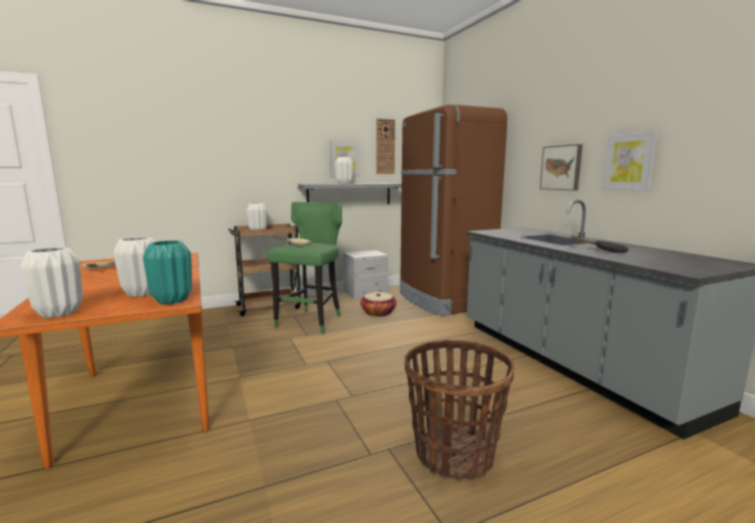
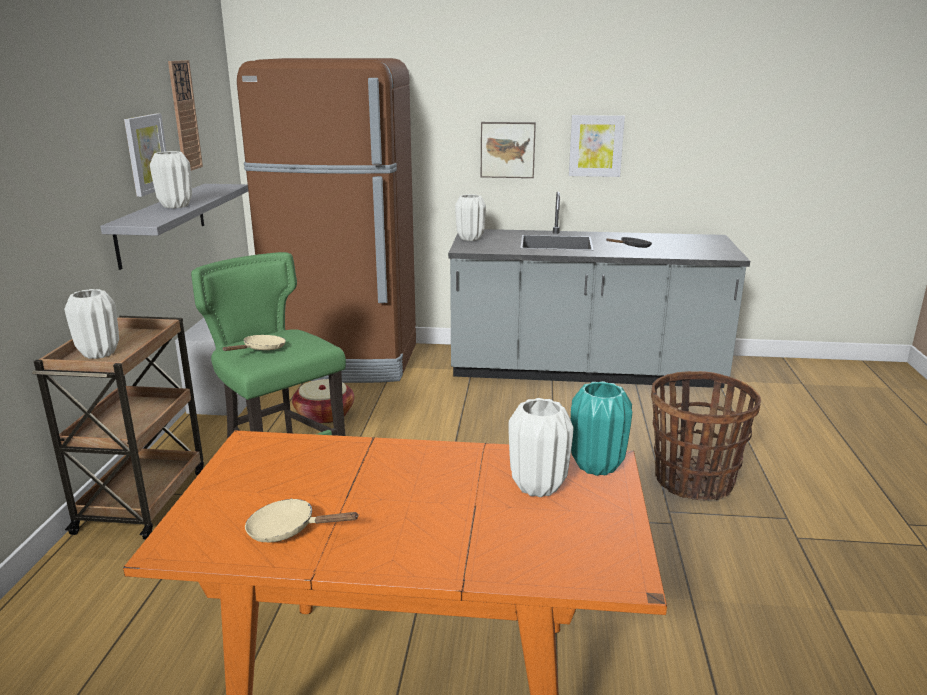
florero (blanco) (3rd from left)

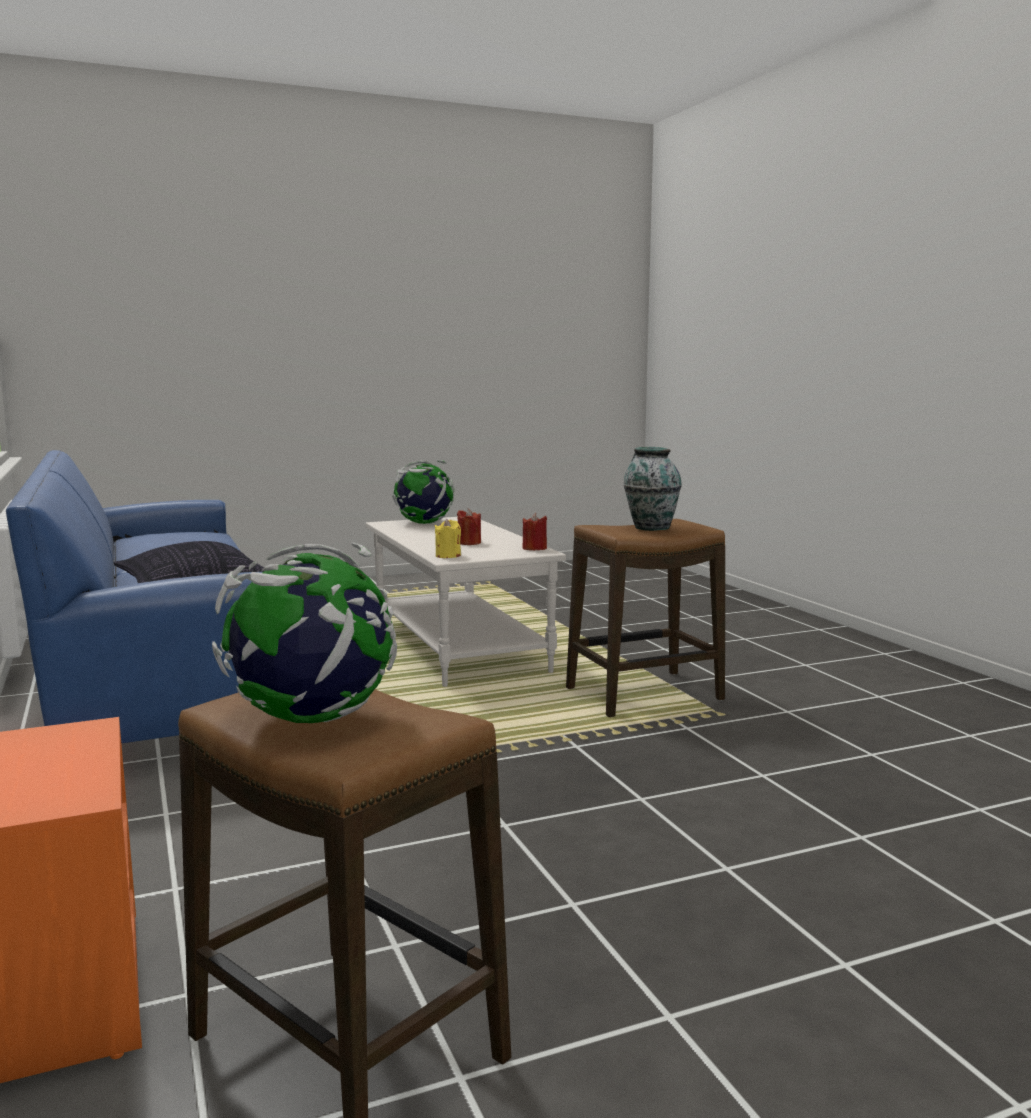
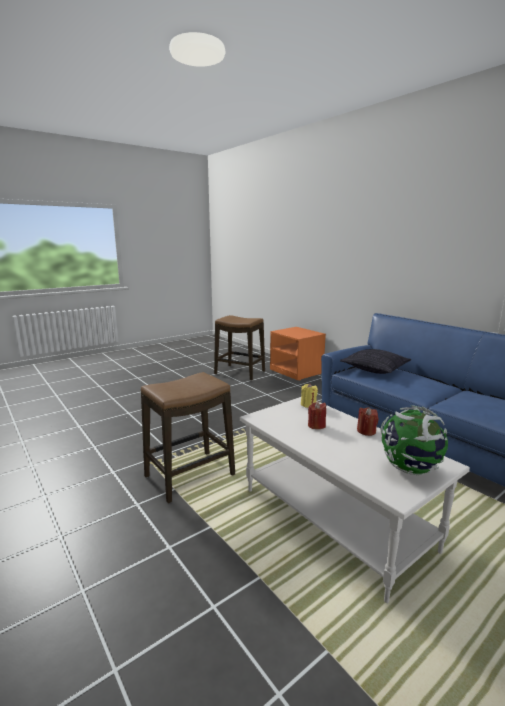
florero
vela (rojo) (2nd from left)
globo terráqueo (1st from left in the first image)

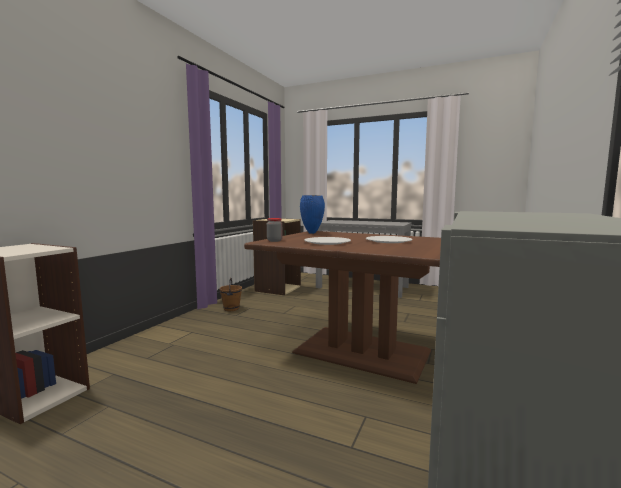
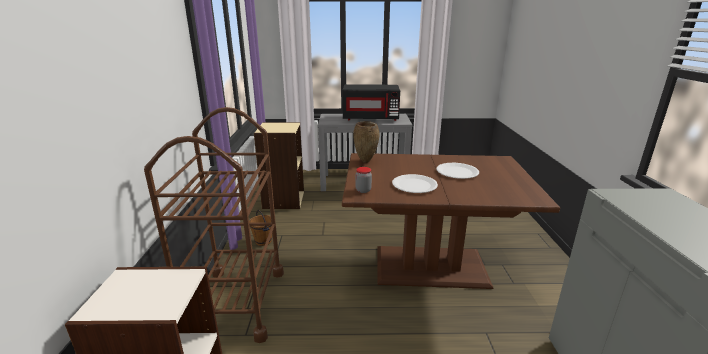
florero (marrón)
microondas (negro)
carrito (marrón)

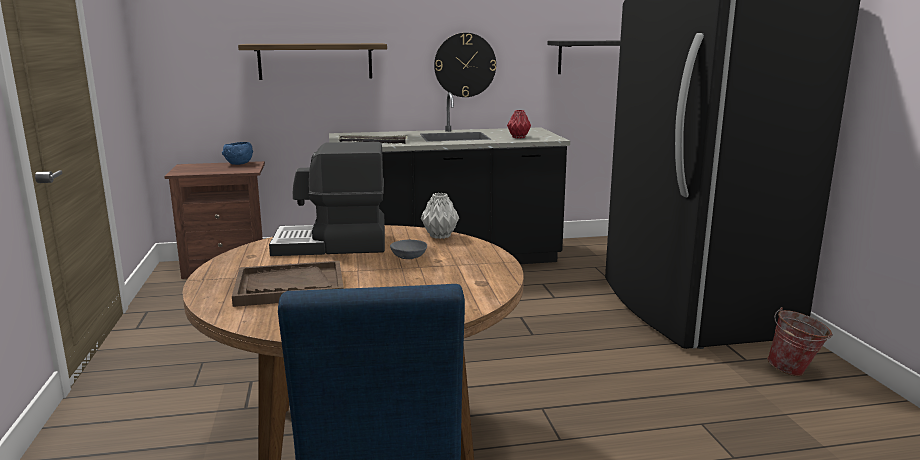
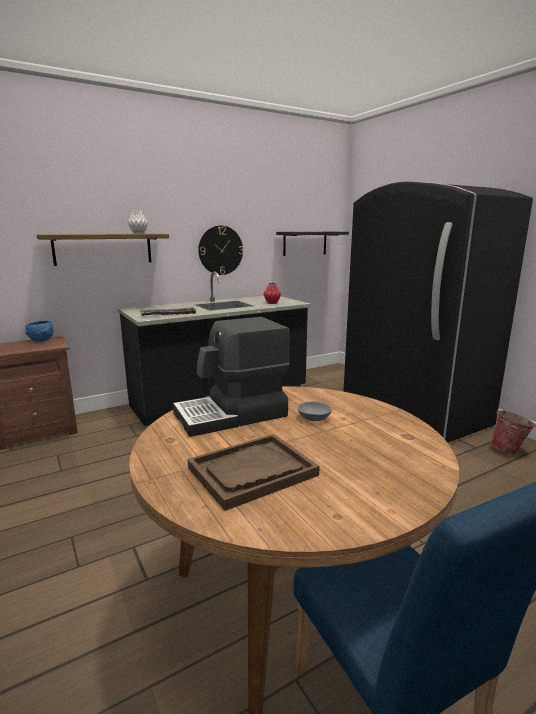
florero (gris)

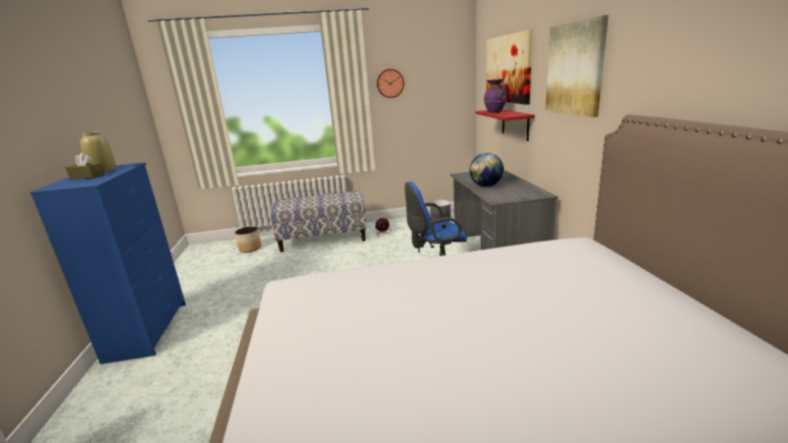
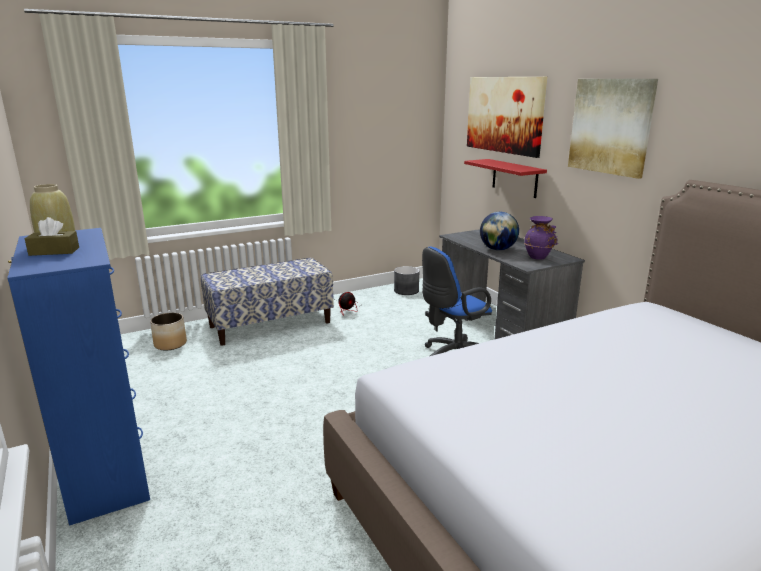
reloj de pared
florero (morado)

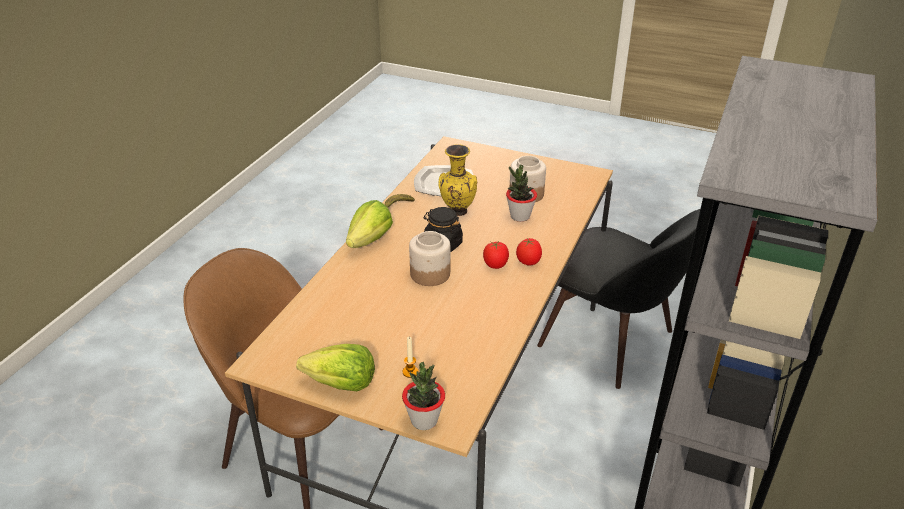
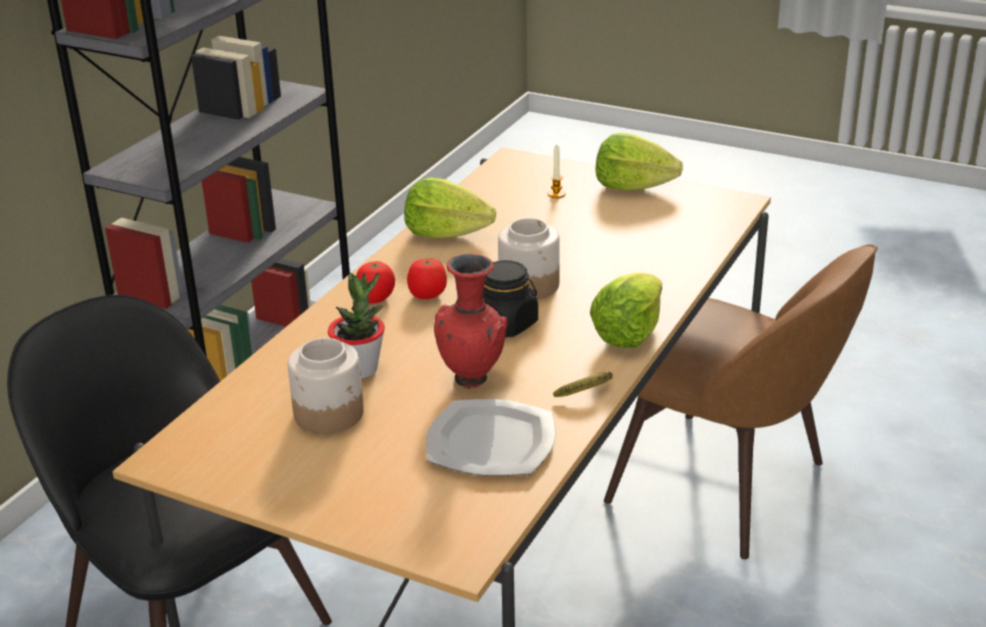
florero (rojo)
planta en maceta (1st from left in the first image)
lechuga (1st from left)

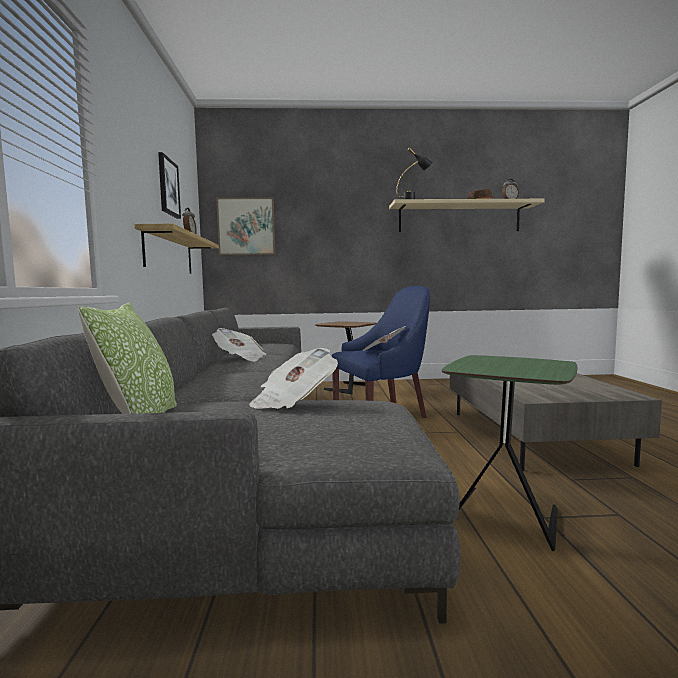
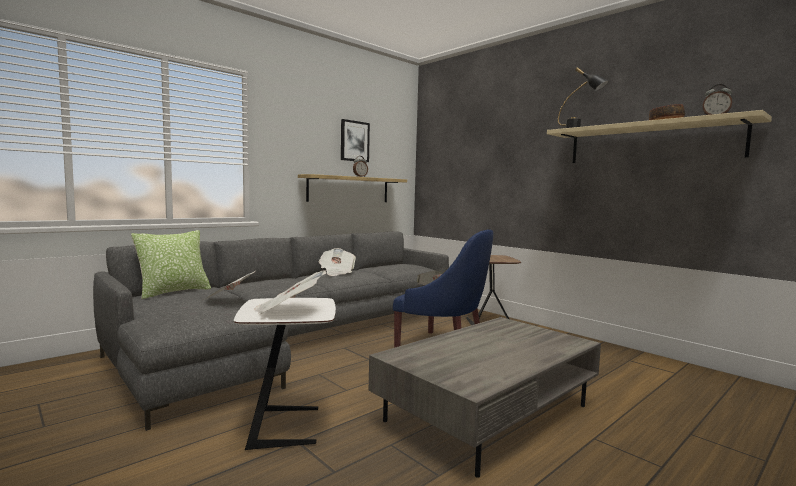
cuadro (2nd from left in the first image)
mesa auxiliar (blanco)
periódico (2nd from left)

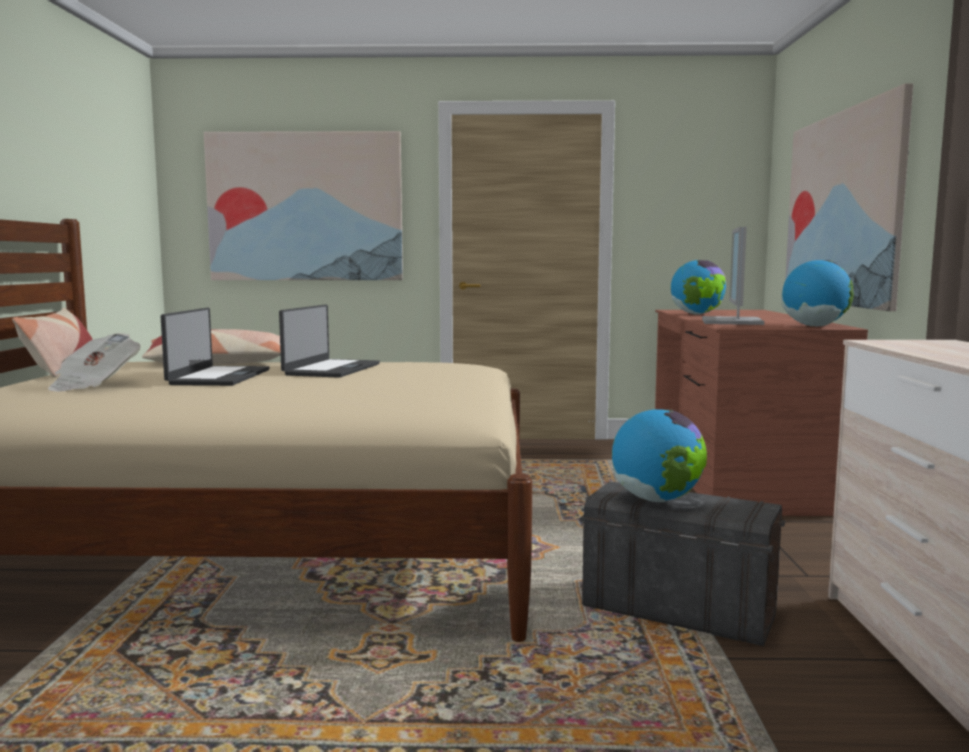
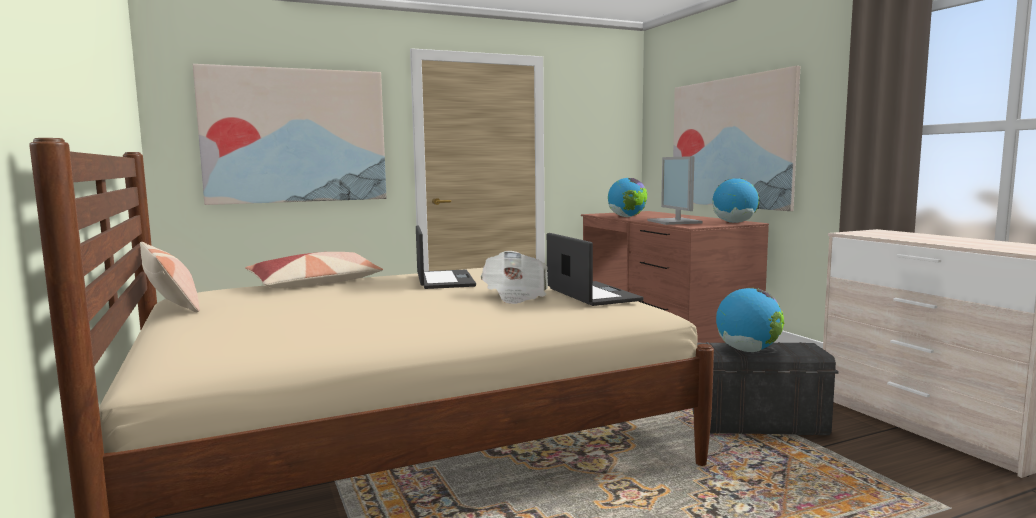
portátil (2nd from left)
periódico

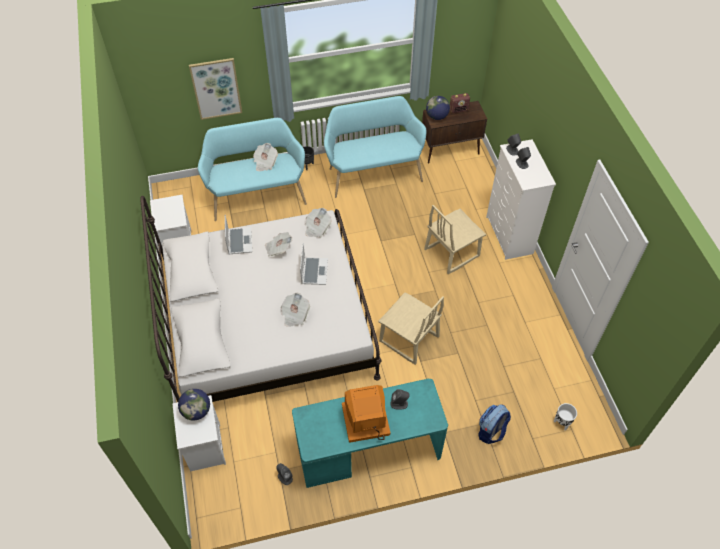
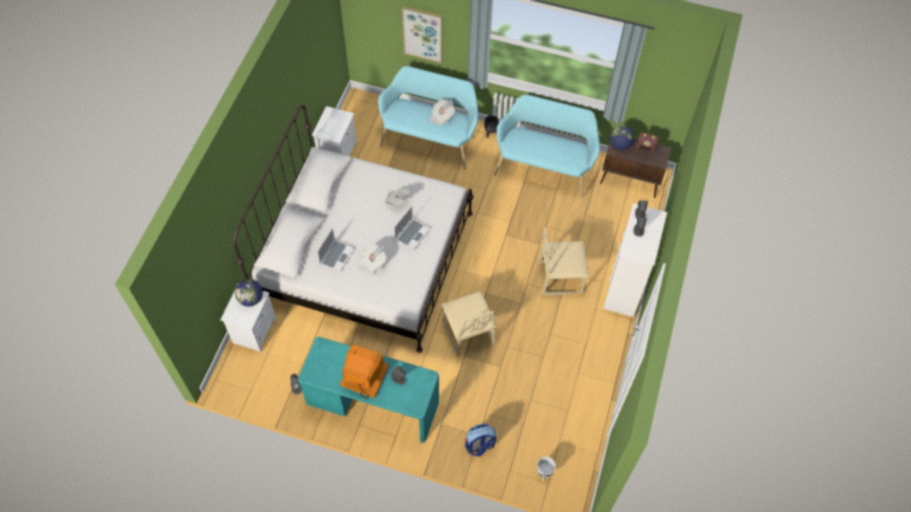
periódico (4th from left in the first image)
portátil (1st from left)

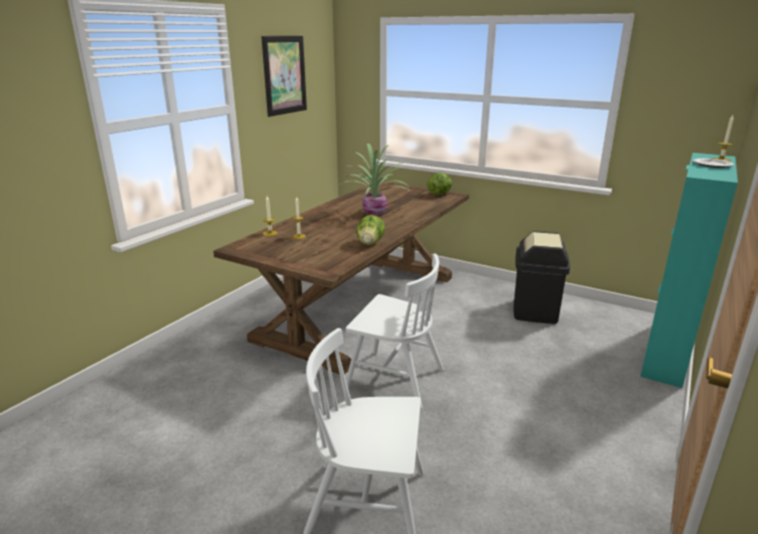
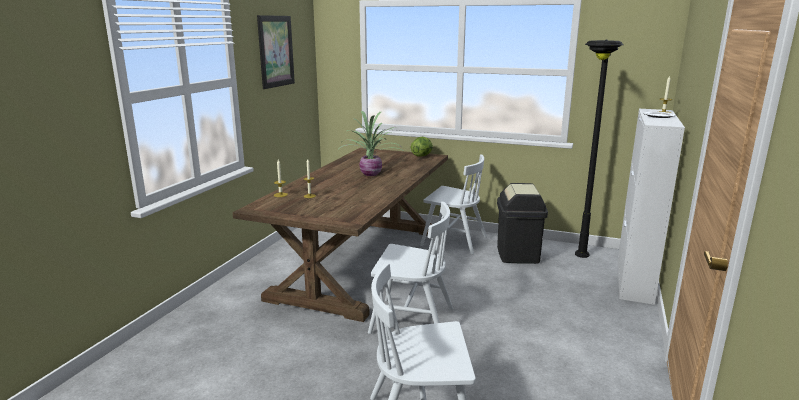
armario (blanco)
lechuga (1st from left in the first image)
lámpara de pie (negro)
silla (blanco) (3rd from left)

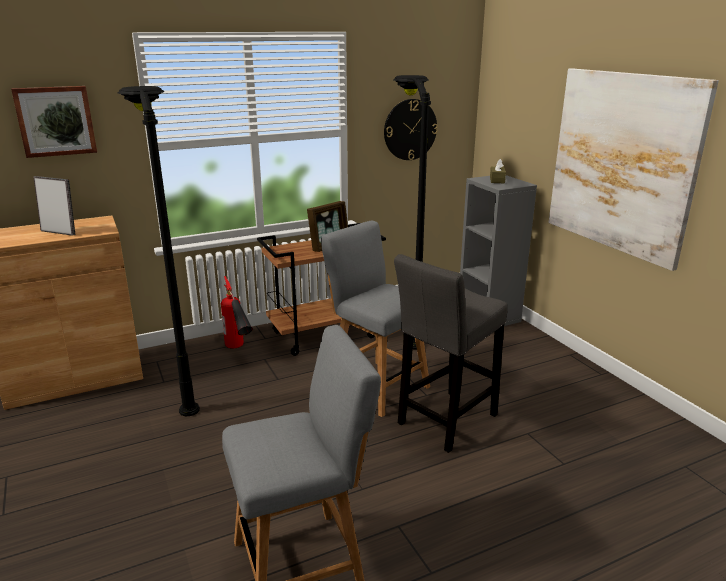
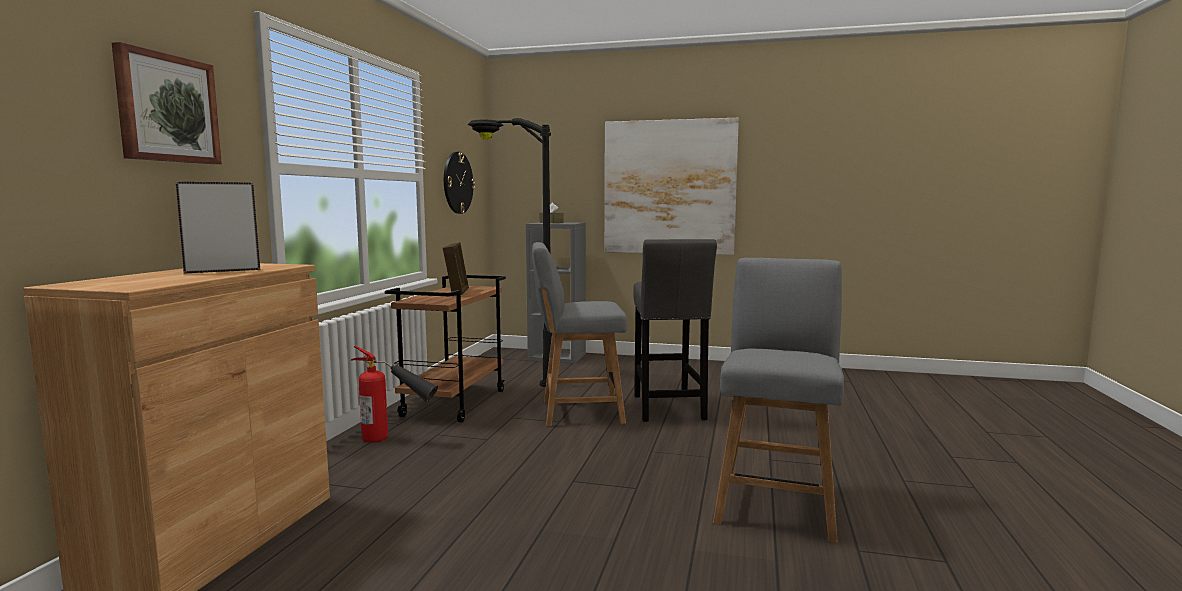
lámpara de pie (negro) (1st from left in the first image)

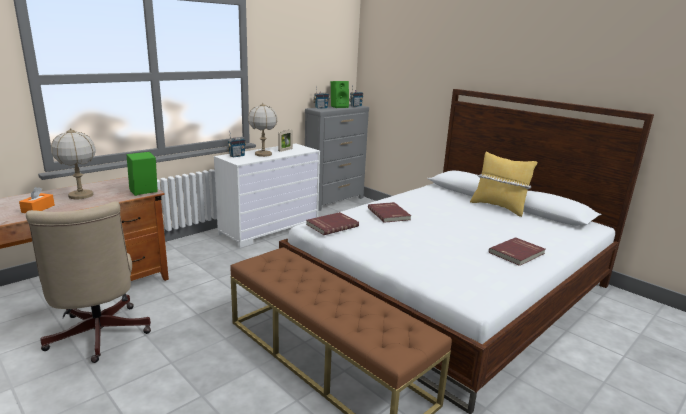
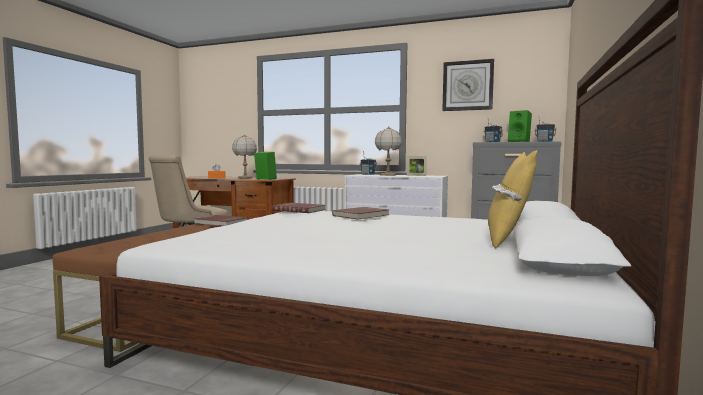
libro (rojo) (1st from left)
reloj de pared

